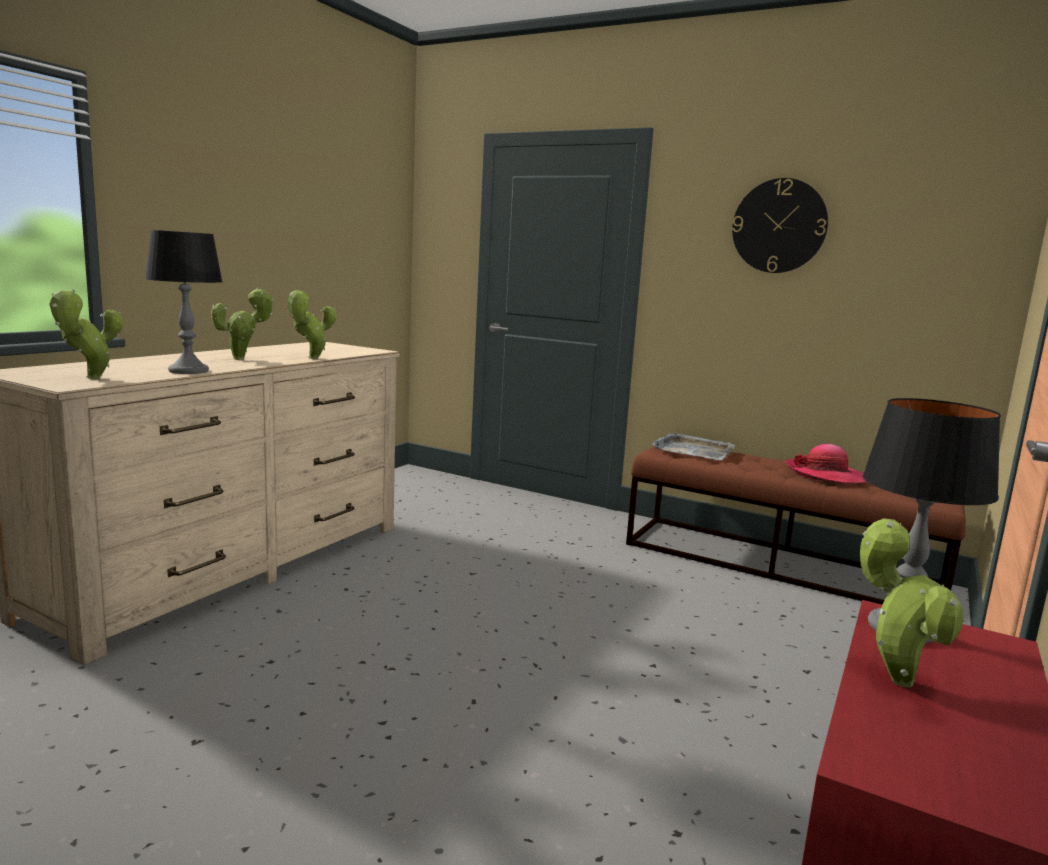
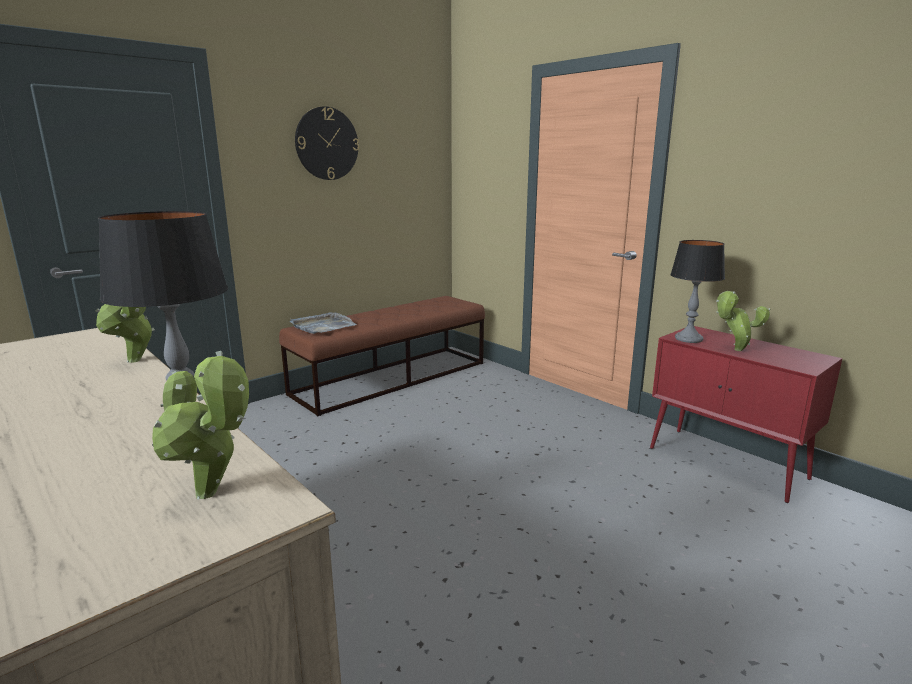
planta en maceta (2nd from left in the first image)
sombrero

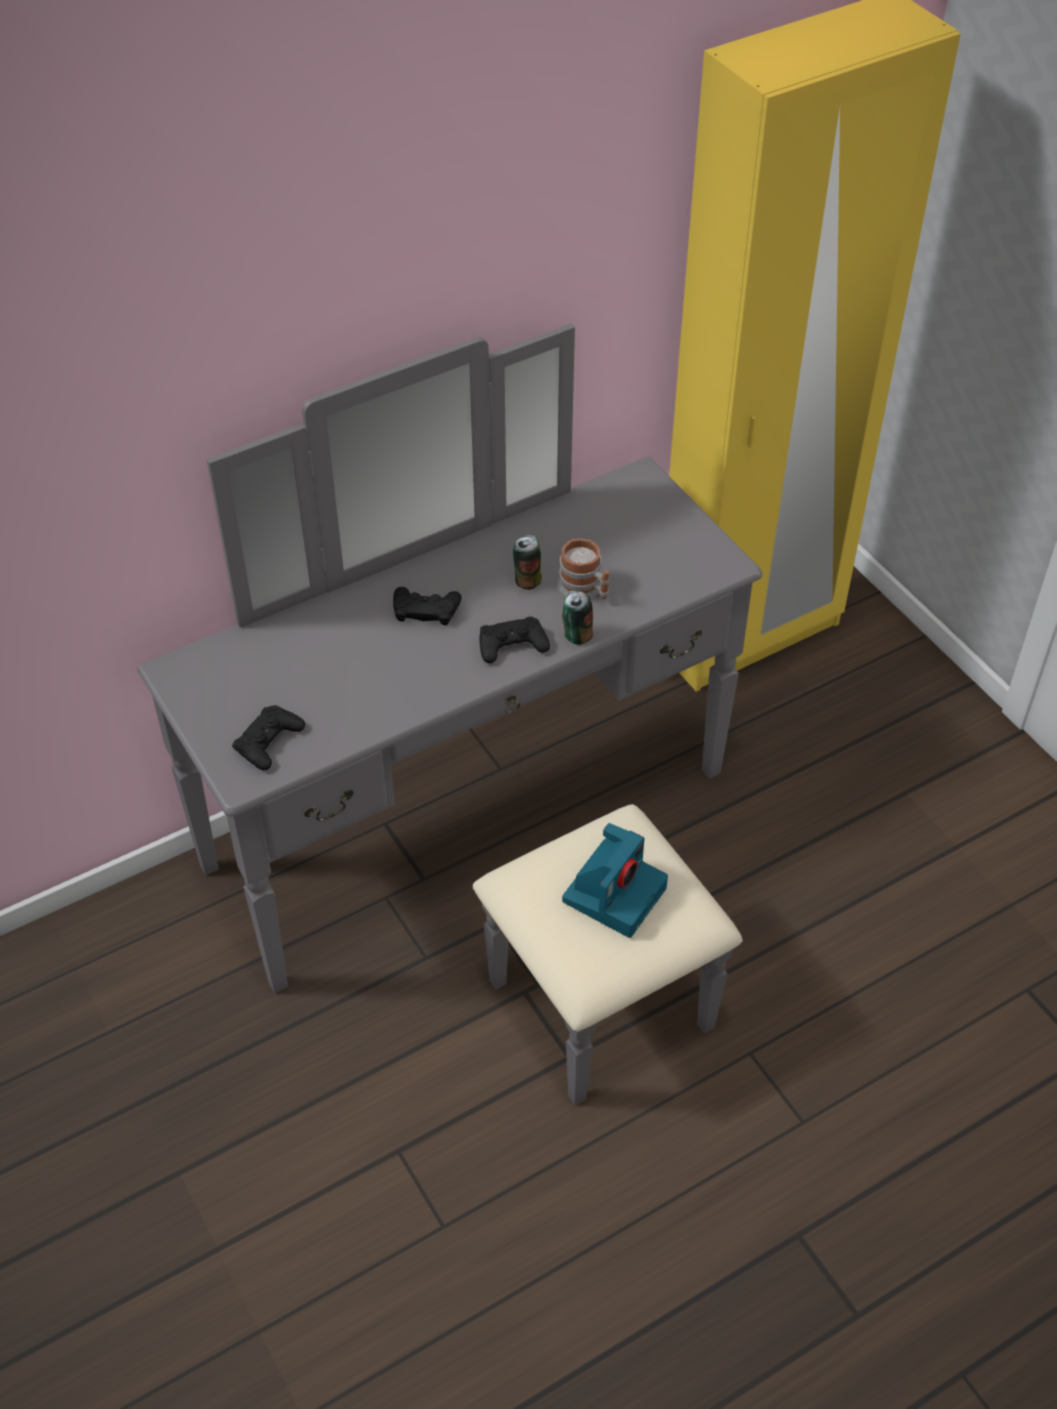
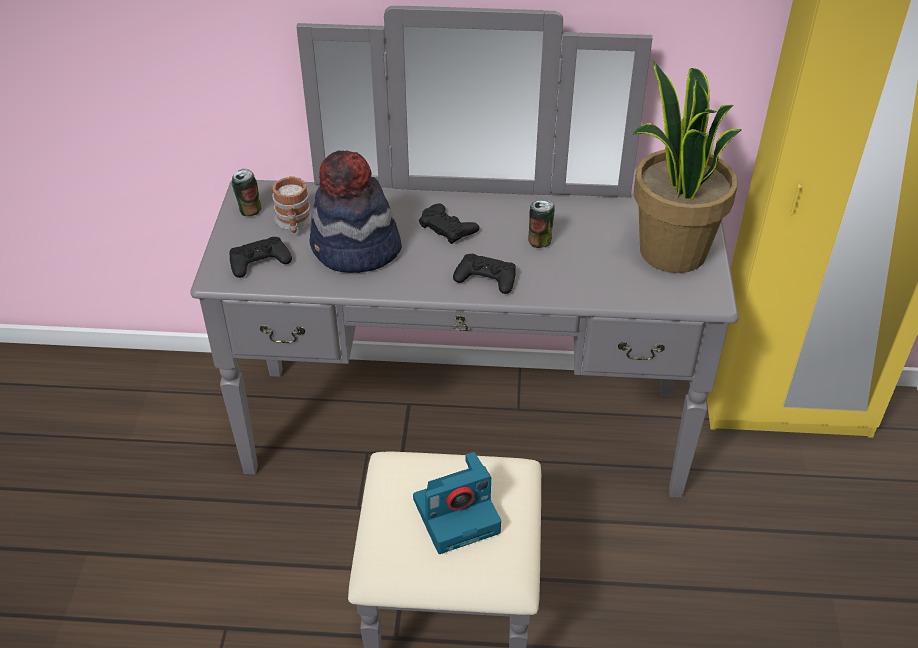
taza grande
lata (1st from left)
planta en maceta
sombrero

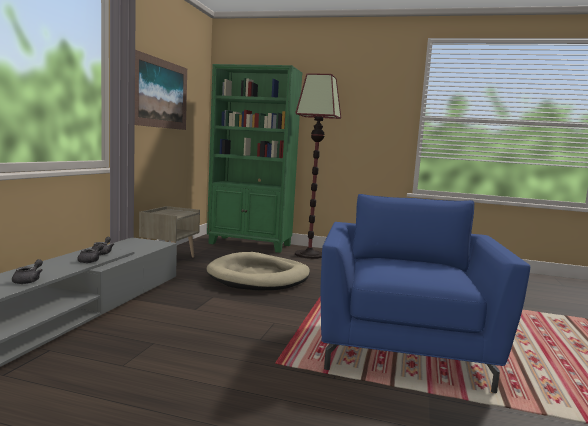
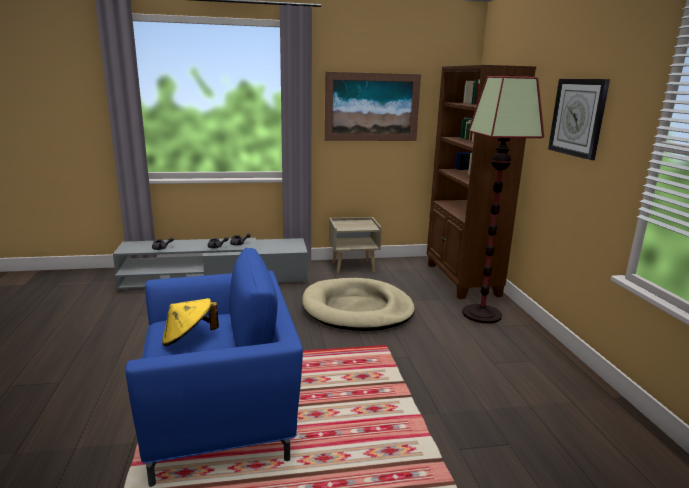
estantería (marrón)
reloj de pared
sombrero (amarillo)

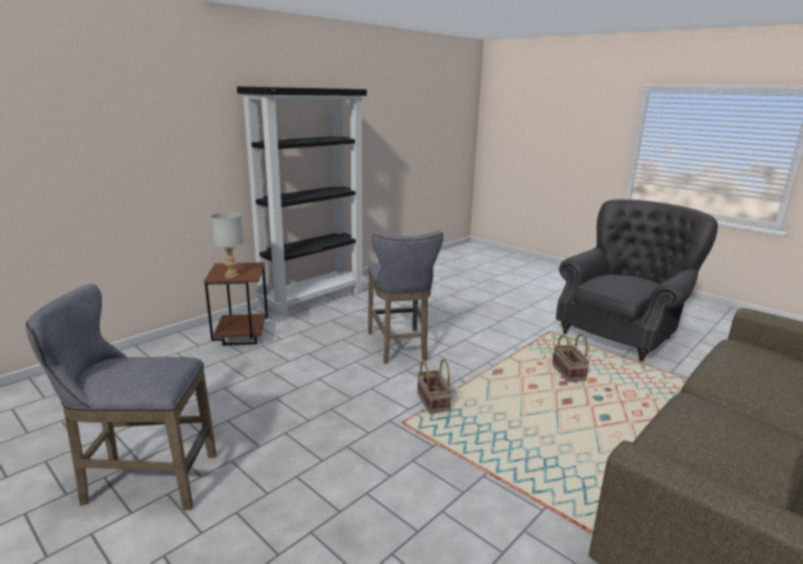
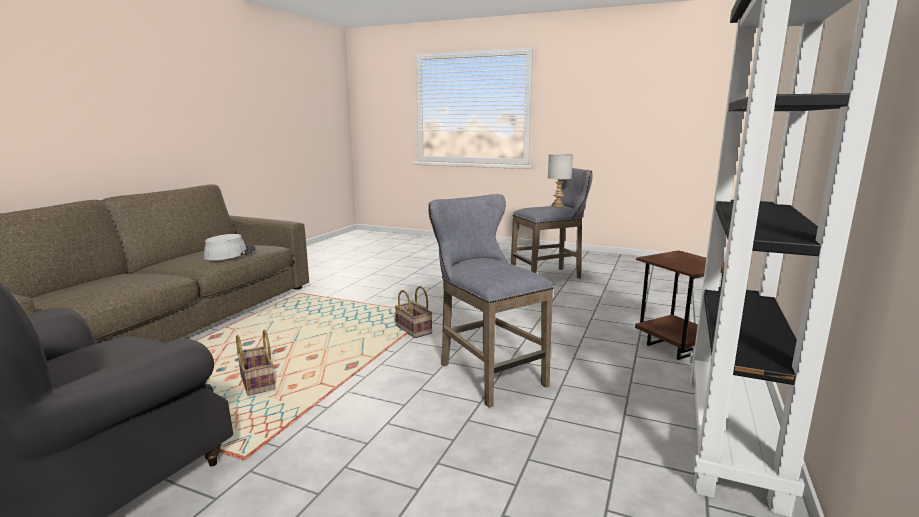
lámpara de mesa (gris)
sombrero (gris)

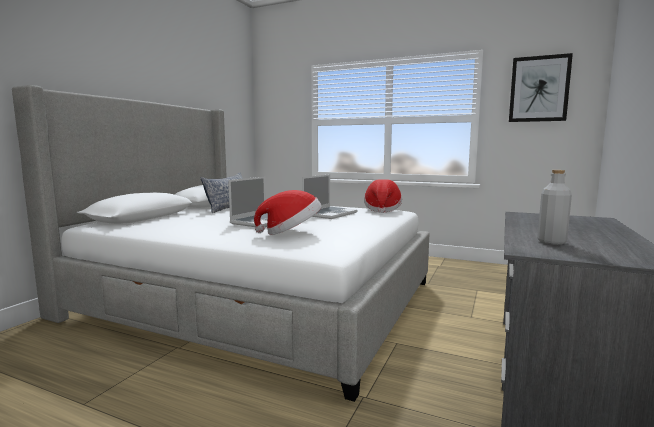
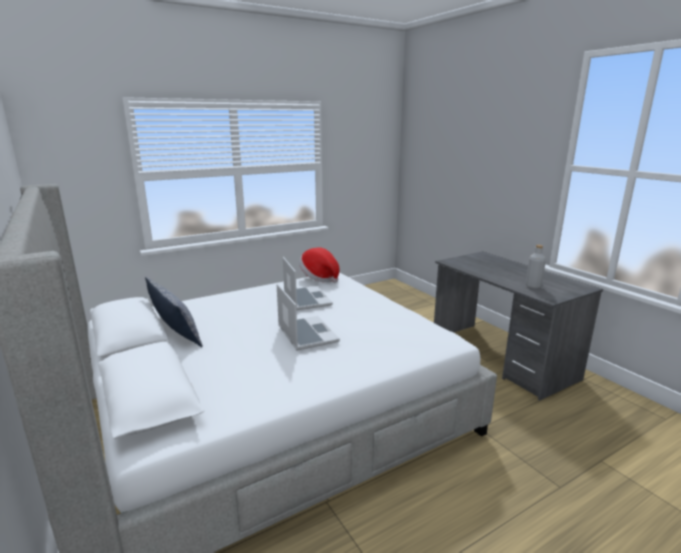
cuadro
sombrero (1st from left in the first image)

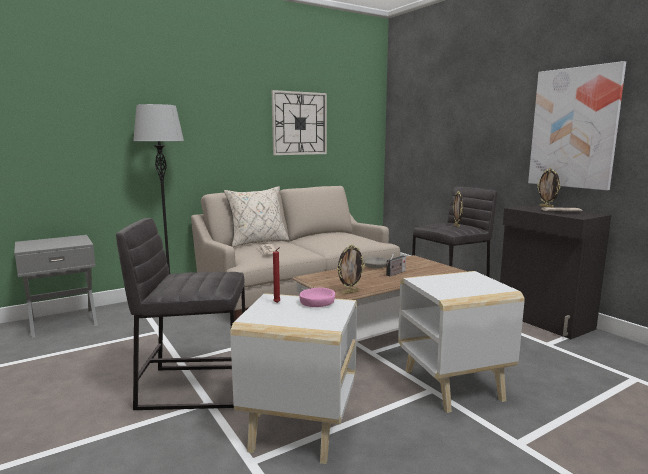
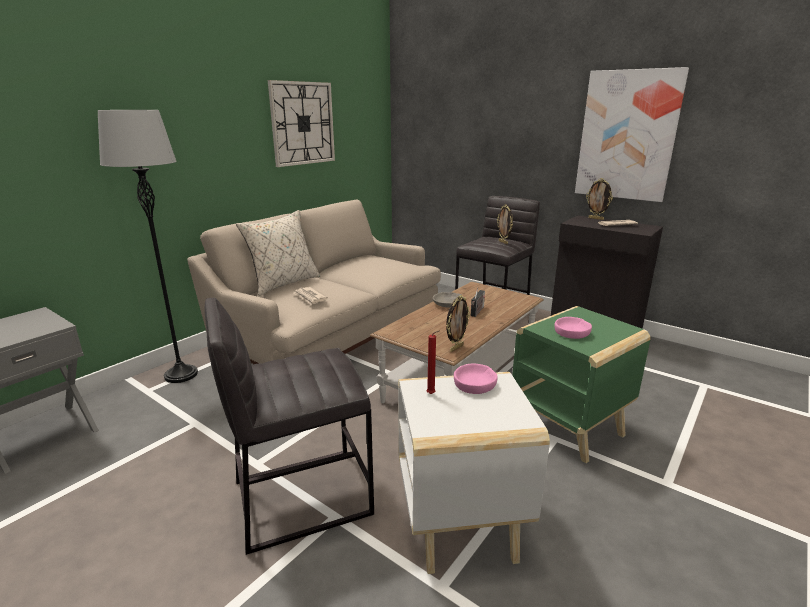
mesa auxiliar (verde)
cuenco (rosa) (2nd from left)

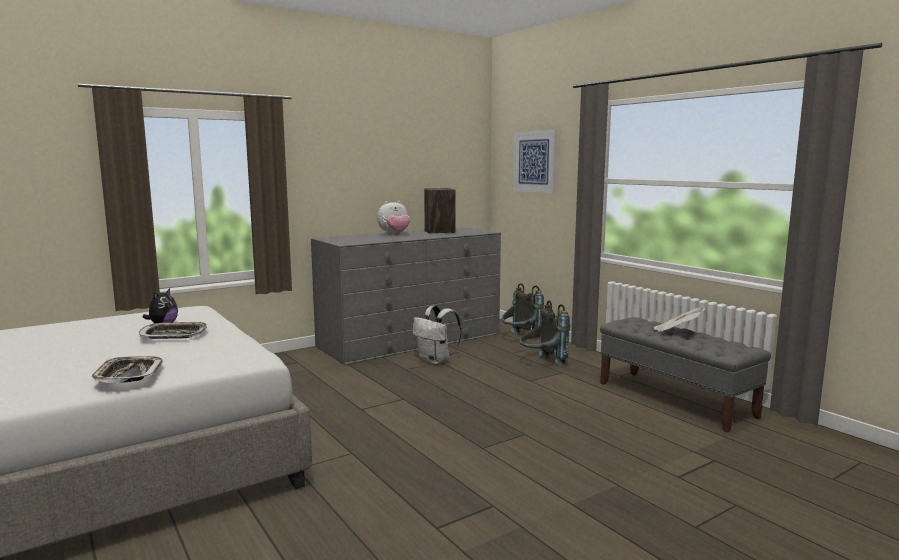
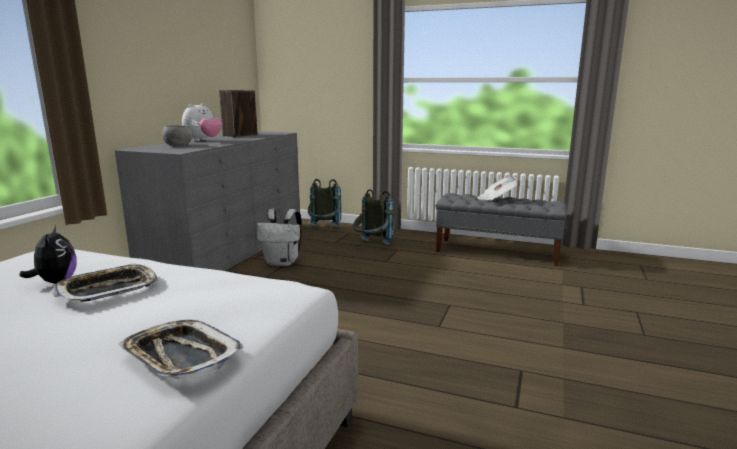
cuadro
cuenco (gris)

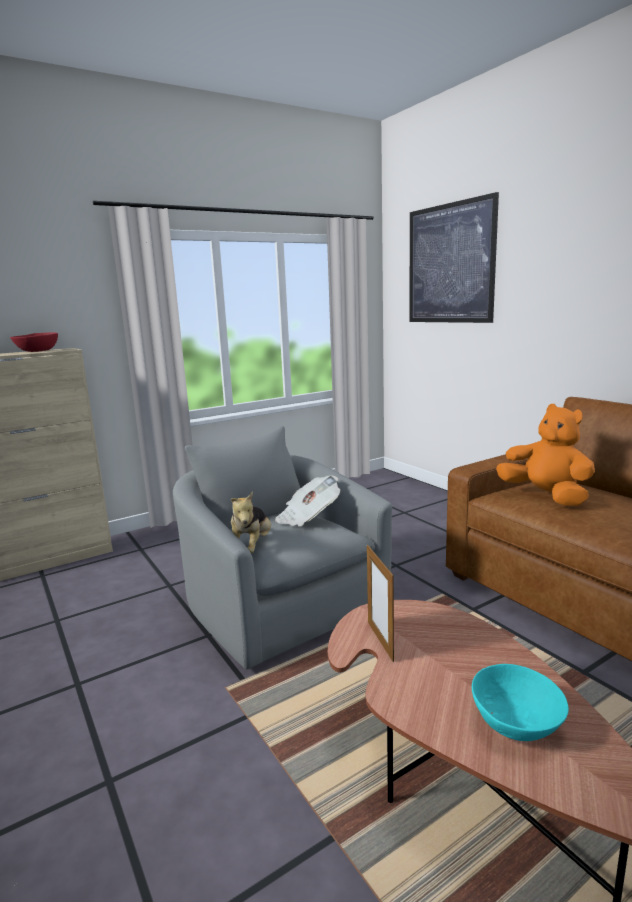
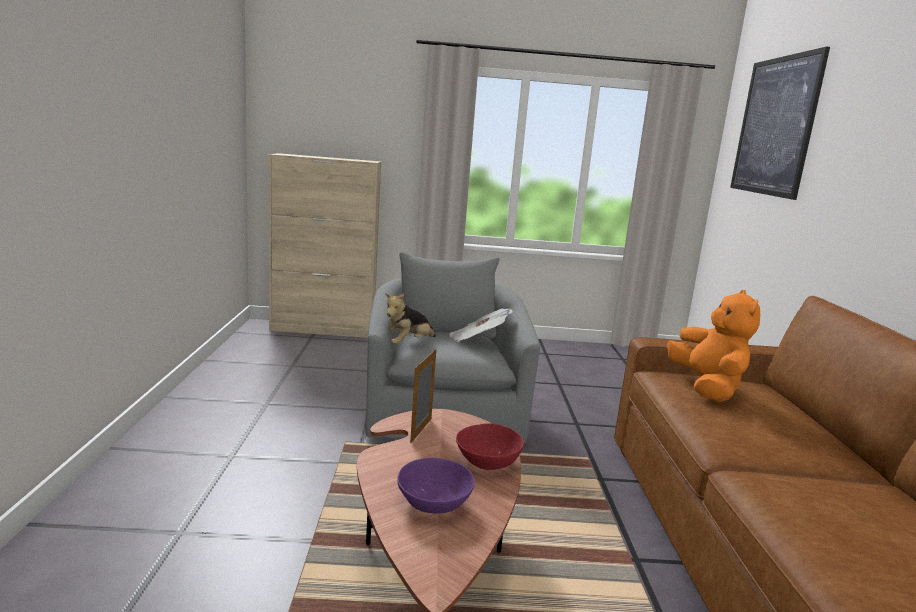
cuenco (rojo)
cuenco (morado)

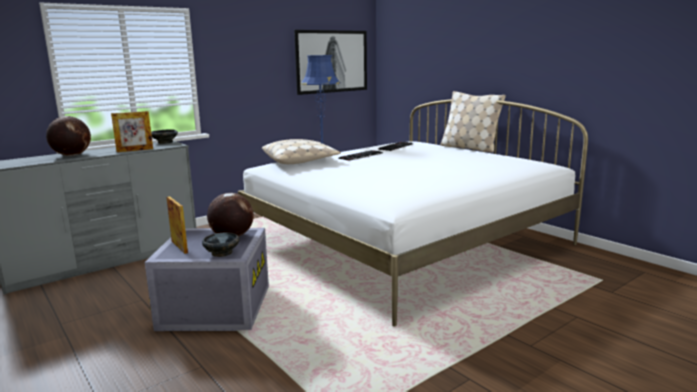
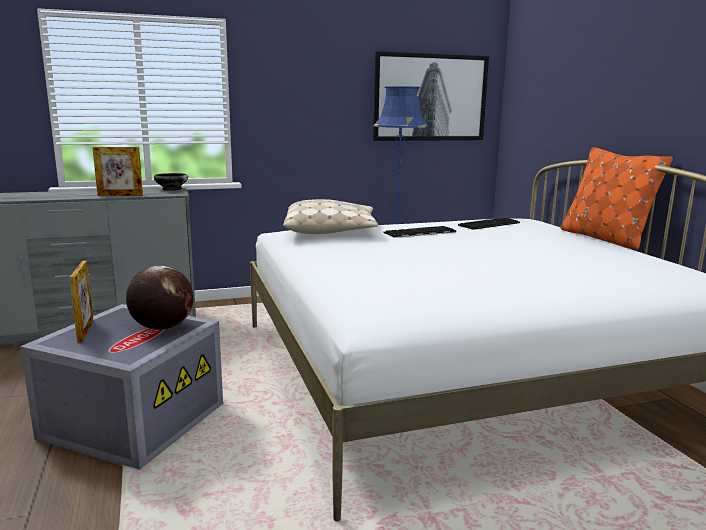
cojín (naranja)
globo terráqueo (1st from left in the first image)
cuenco (negro) (2nd from left in the first image)

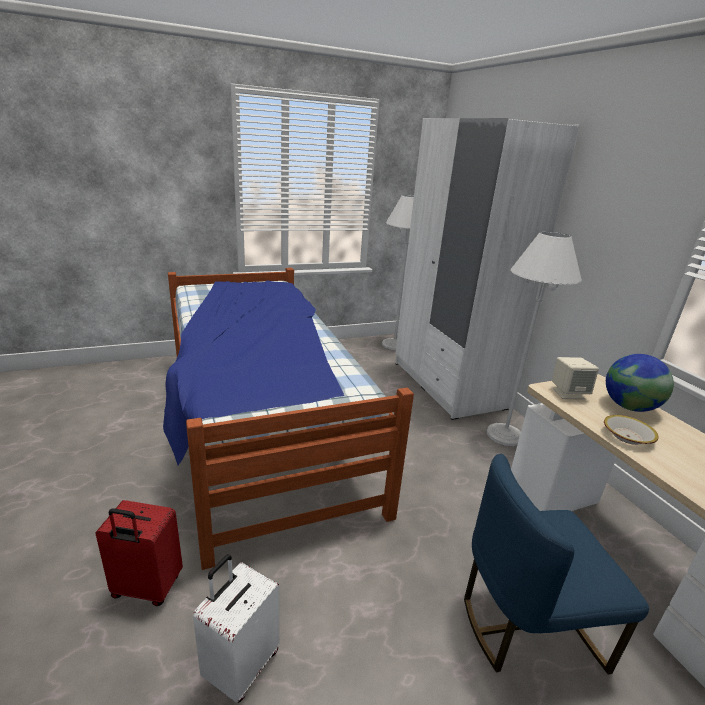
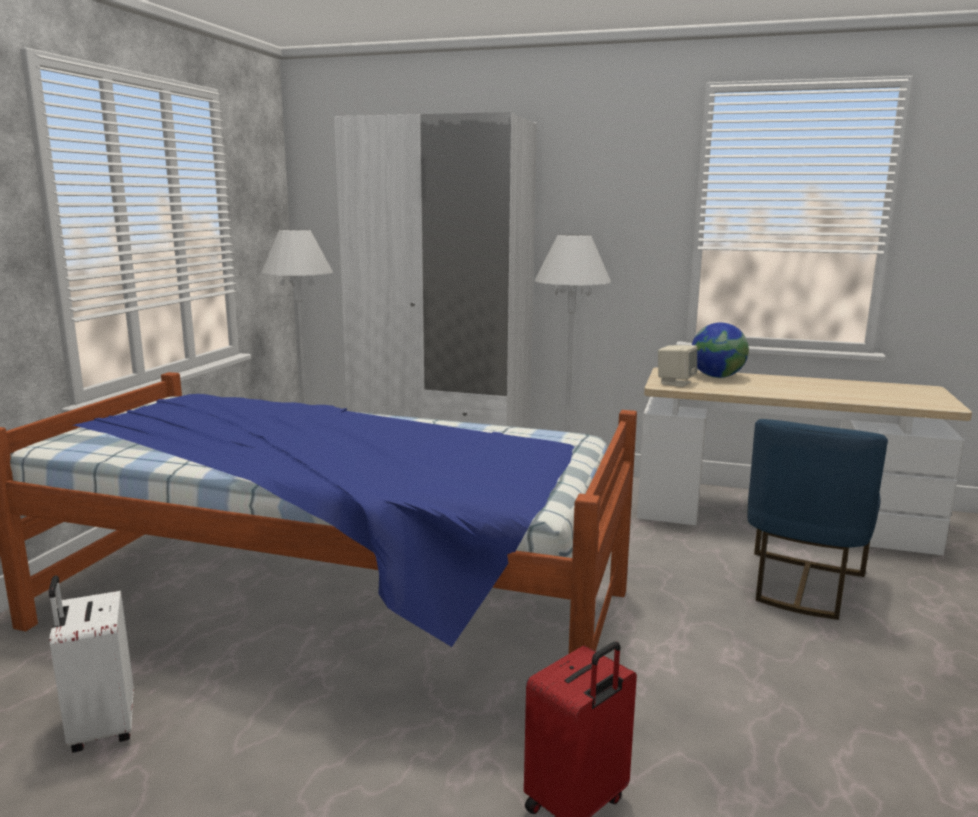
cuenco
maleta (blanco)

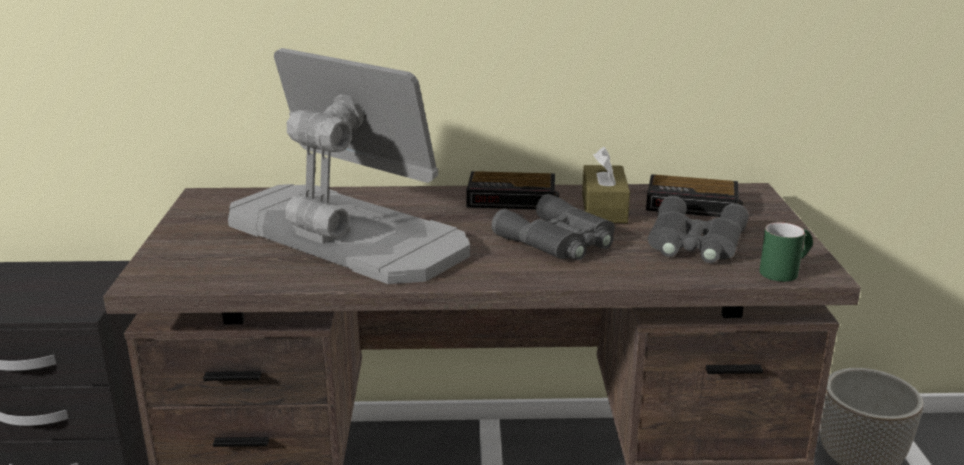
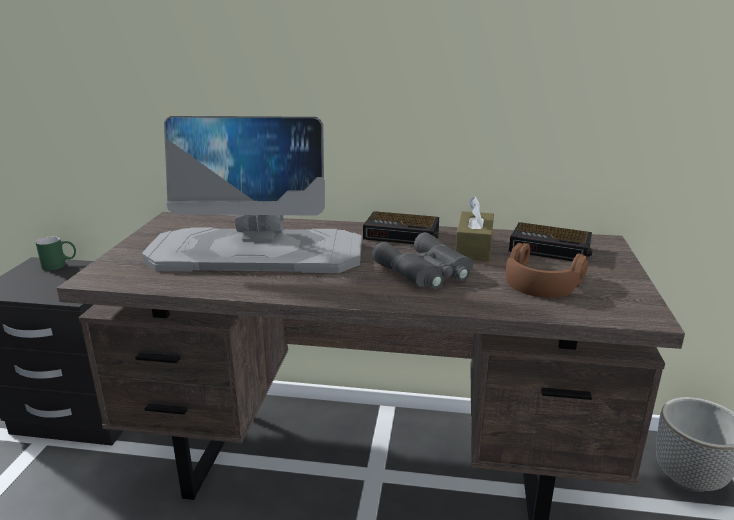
monitor
auriculares (marrón)
taza grande (verde)

